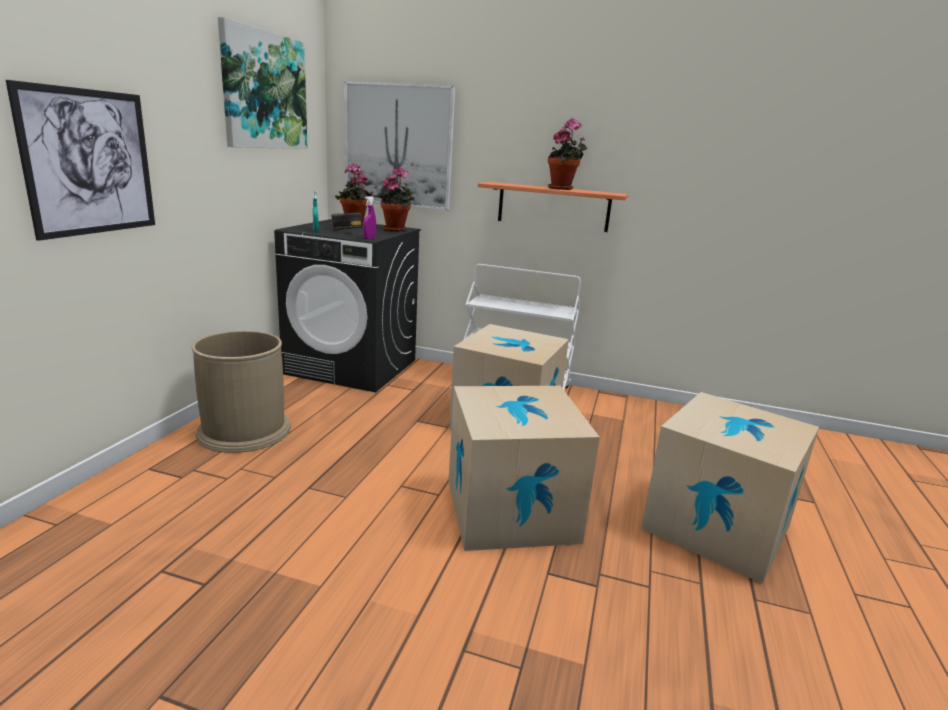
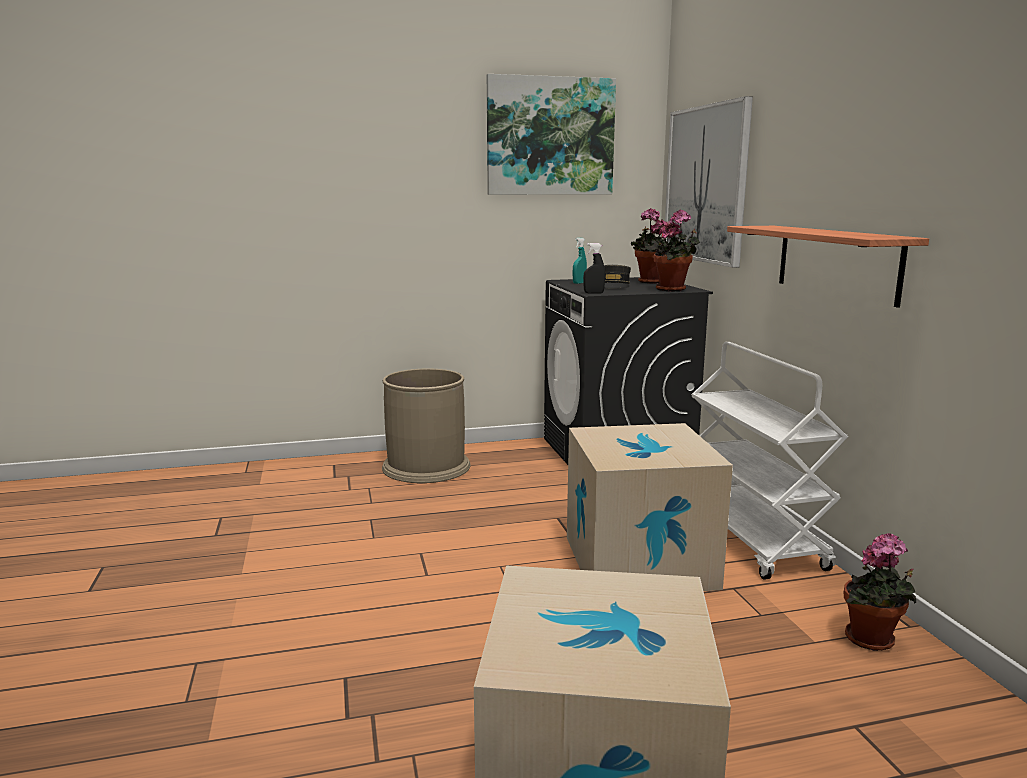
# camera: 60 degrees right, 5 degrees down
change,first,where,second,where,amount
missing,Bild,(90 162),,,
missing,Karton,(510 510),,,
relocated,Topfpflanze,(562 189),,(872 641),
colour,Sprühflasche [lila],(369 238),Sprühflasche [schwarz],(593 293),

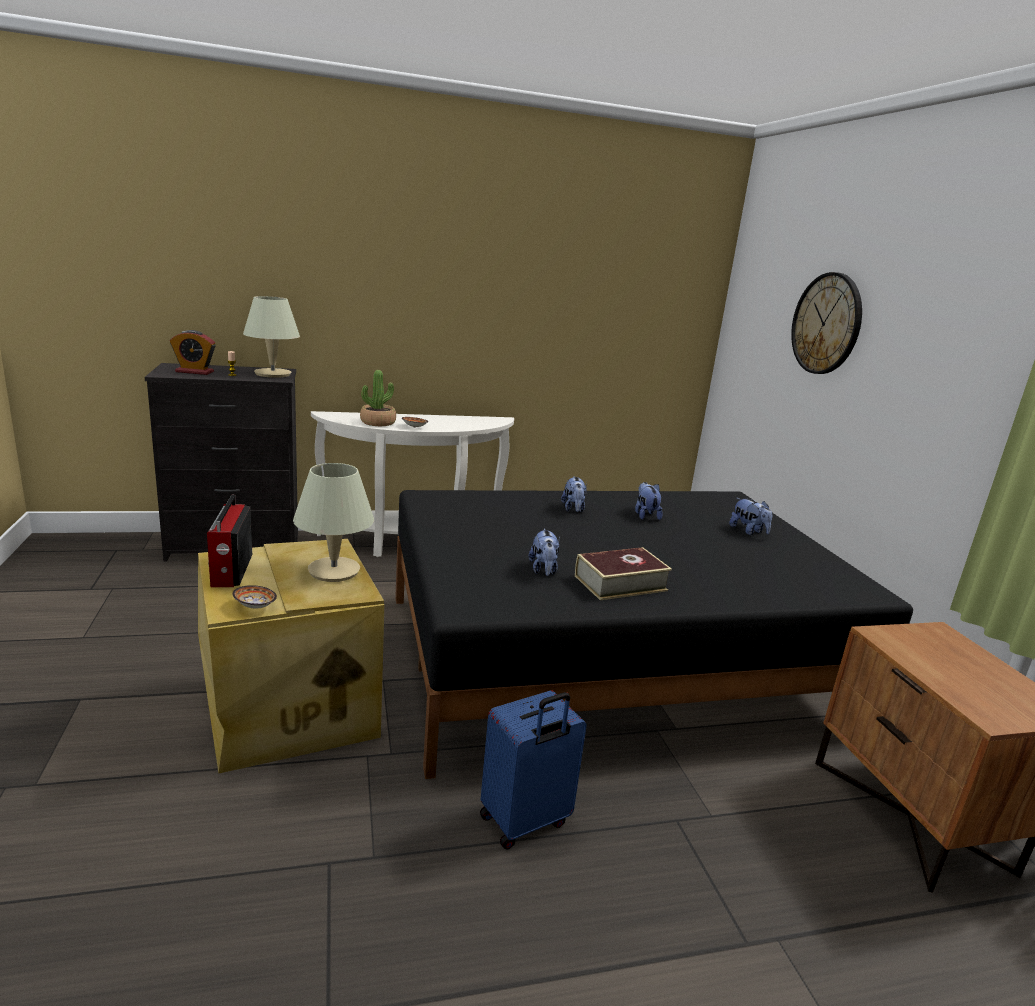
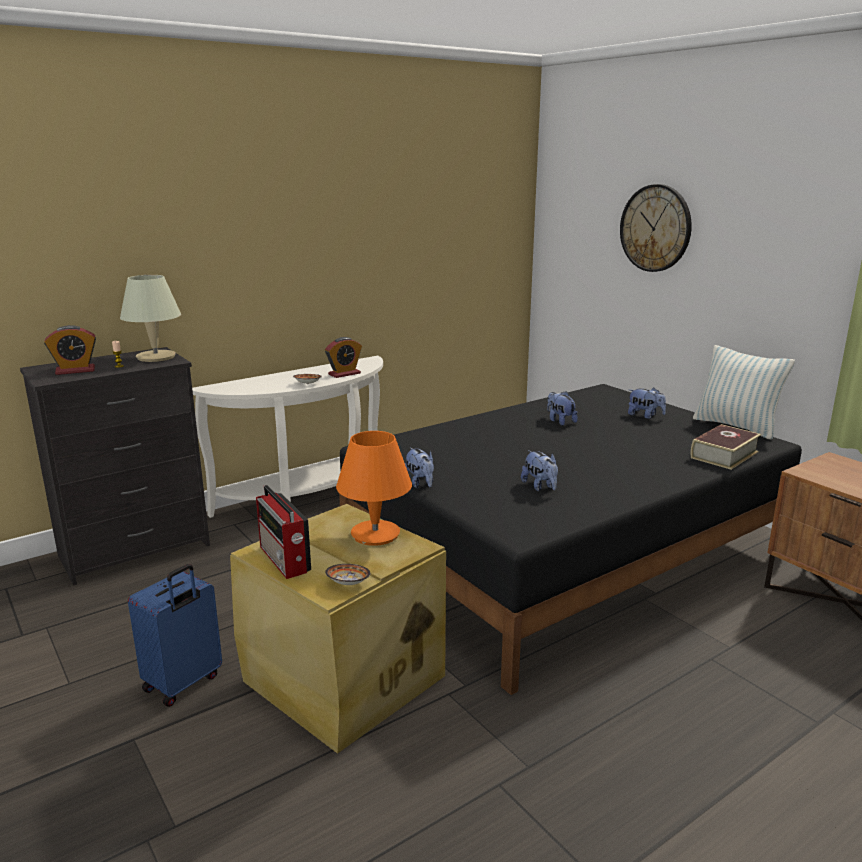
# camera: 20 degrees left, 0 degrees up
change,first,where,second,where,amount
missing,Topfpflanze,(378 422),,,
appeared,,,Wecker,(344 374),
appeared,,,Kissen,(736 426),
relocated,Koffer [blau],(525 821),,(183 683),
relocated,Plüschtier,(573 509),,(420 484),
relocated,Buch,(620 583),,(724 455),
colour,Tischlampe [beige],(334 571),Tischlampe [orange],(376 534),

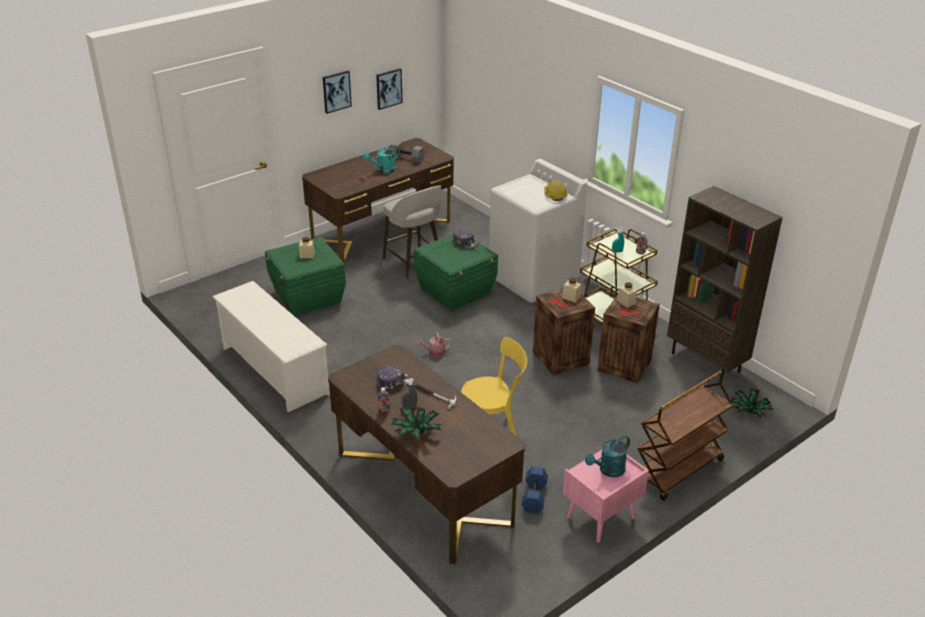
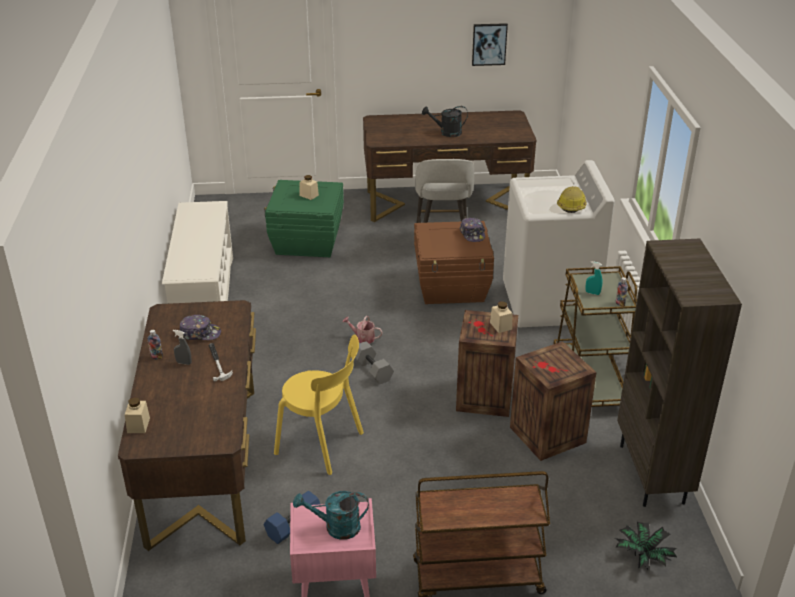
# camera: 35 degrees right, 0 degrees up
change,first,where,second,where,amount
missing,Bild,(336 91),,,
missing,Topfpflanze,(416 433),,,
relocated,Hantel [grau],(406 159),,(372 370),
relocated,Vorratsglas [beige],(626 302),,(138 425),
colour,Gießkanne [türkis],(383 170),Gießkanne [schwarz],(446 133),
colour,Aufbewahrungsbox [grün],(456 291),Aufbewahrungsbox [braun],(452 287),

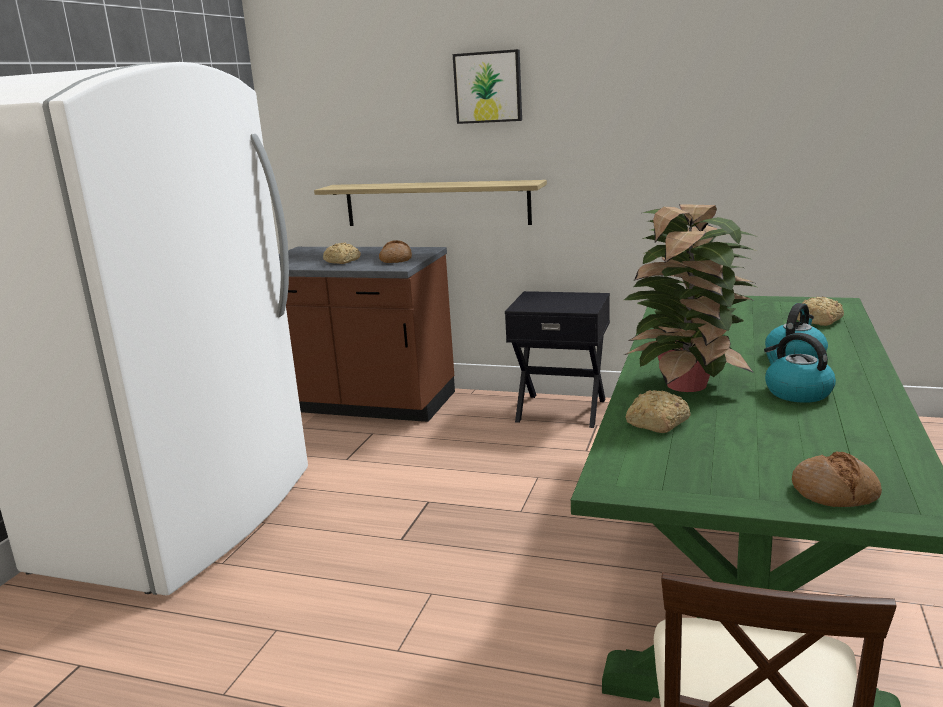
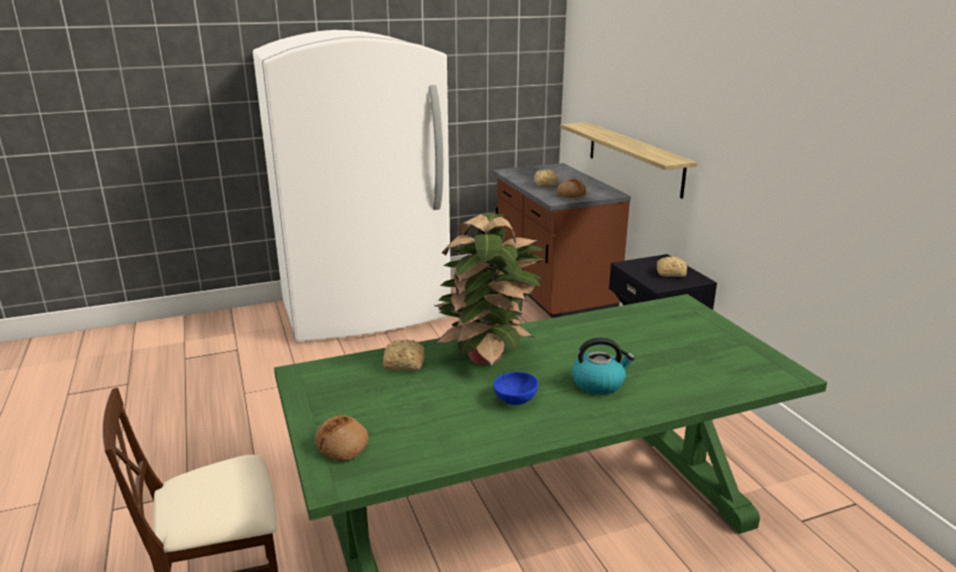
# camera: 50 degrees right, 5 degrees up
change,first,where,second,where,amount
missing,Bild,(488 87),,,
relocated,Brot,(818 321),,(669 273),
exchanged,Wasserkessel,(797 392),Schüssel [blau],(514 399),

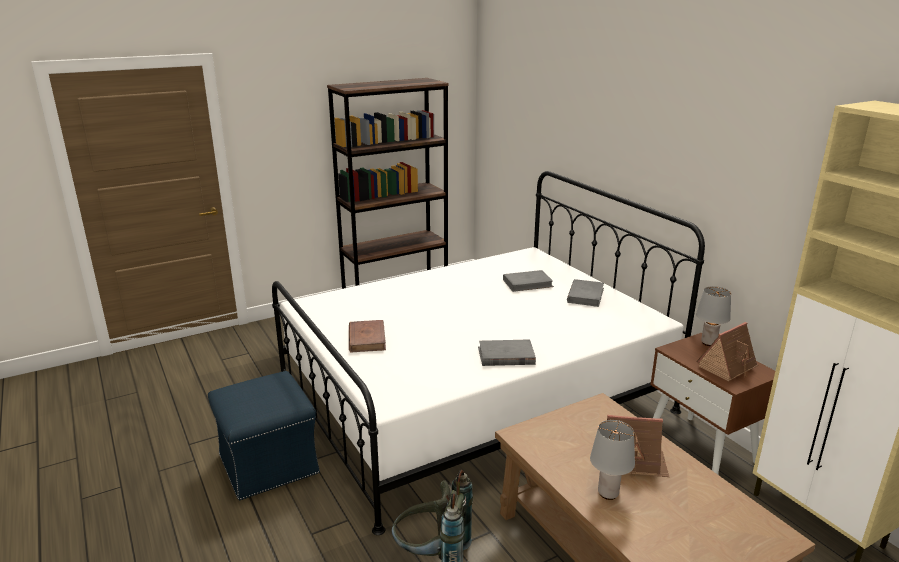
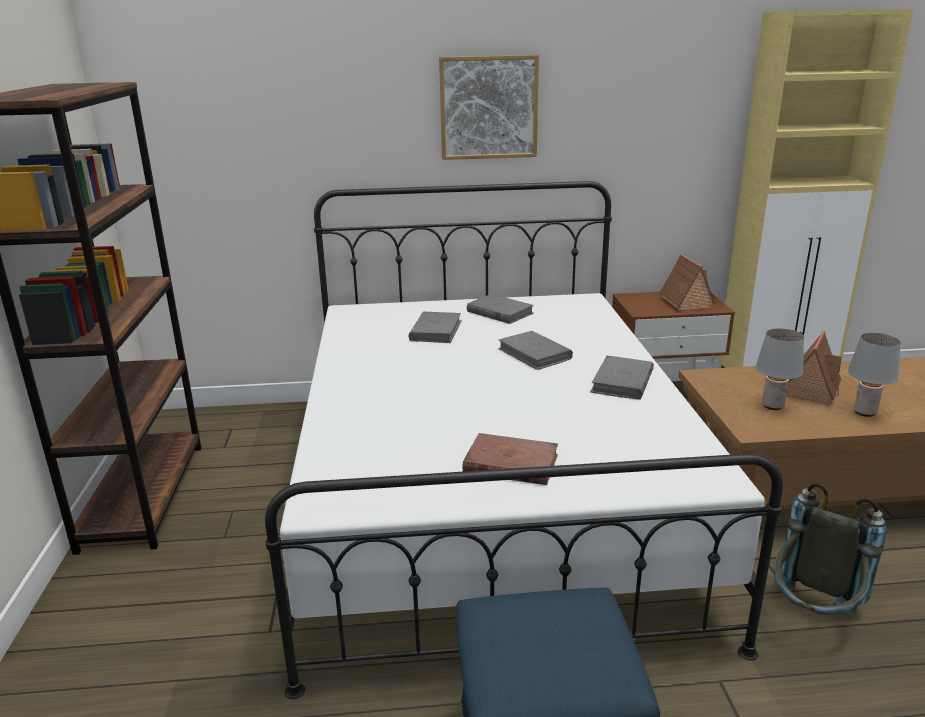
# camera: 65 degrees left, 0 degrees up
change,first,where,second,where,amount
appeared,,,Bild,(488 107),
appeared,,,Buch [grau],(535 354),
relocated,Tischlampe [grau],(709 343),,(773 406),

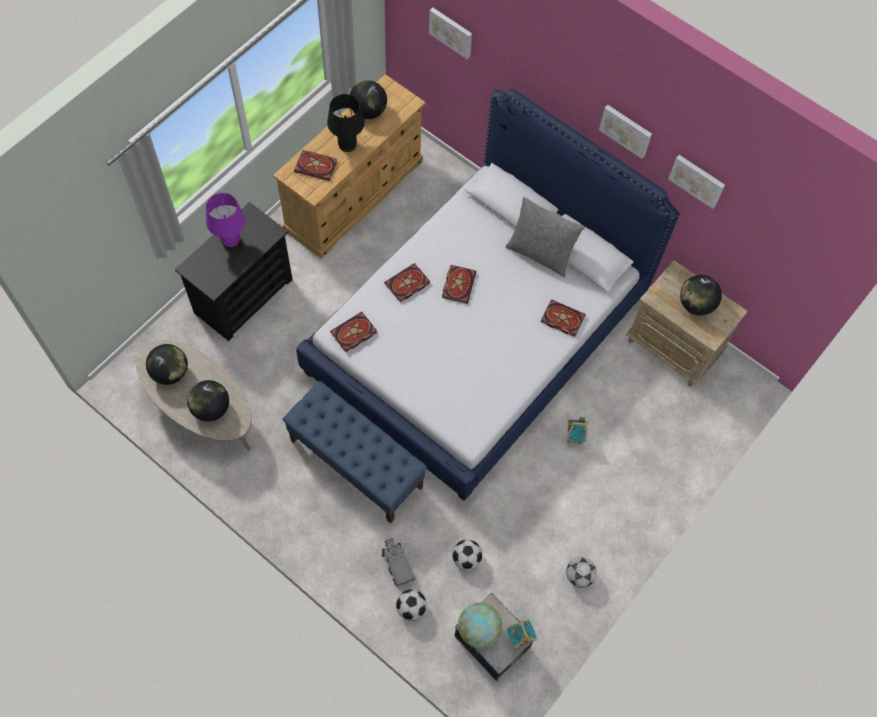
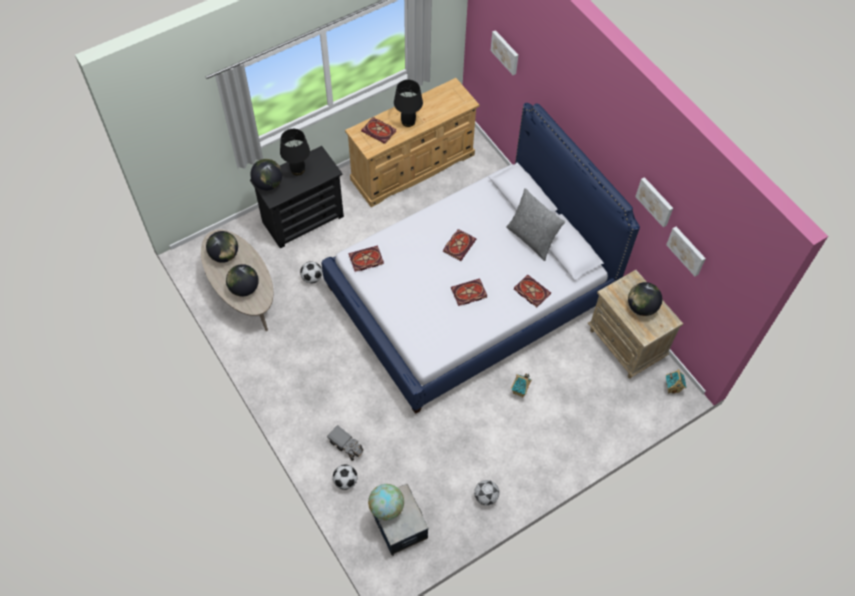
# camera: 20 degrees right, 5 degrees down
change,first,where,second,where,amount
missing,Bank [blau],(356 464),,,
relocated,Globus,(368 111),,(268 184),
relocated,Buch,(407 284),,(468 293),
relocated,Fußball,(466 558),,(312 278),
relocated,Spielzeughaus,(519 637),,(672 388),
relocated,Bild,(626 130),,(687 250),
colour,Tischlampe [lila],(231 241),Tischlampe [schwarz],(298 170),
spun,Spielzeuglaster,(397 565),,(346 446),135 degrees clockwise

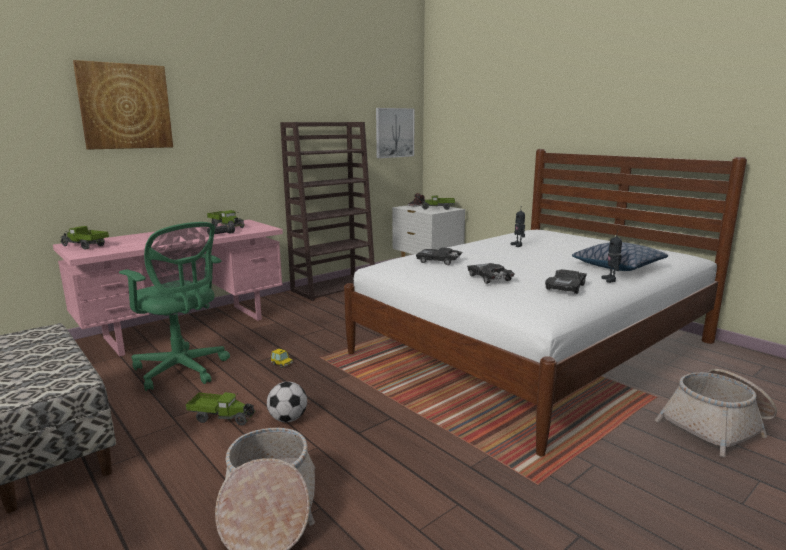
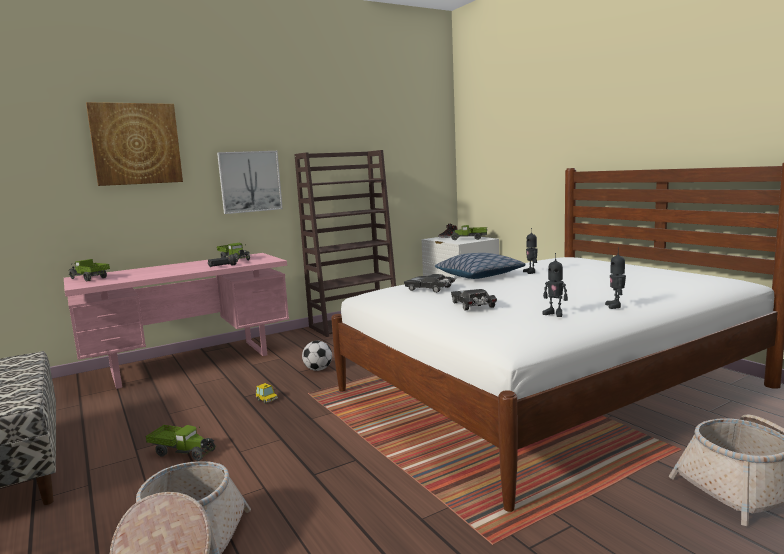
# camera: 10 degrees right, 5 degrees down
change,first,where,second,where,amount
missing,Bürostuhl [grün],(183 370),,,
relocated,Fußball,(288 419),,(318 369),
relocated,Bild,(394 133),,(250 181),
relocated,Kissen,(617 266),,(479 276),
exchanged,Spielzeugauto [schwarz],(566 287),Spielzeugroboter,(554 314),

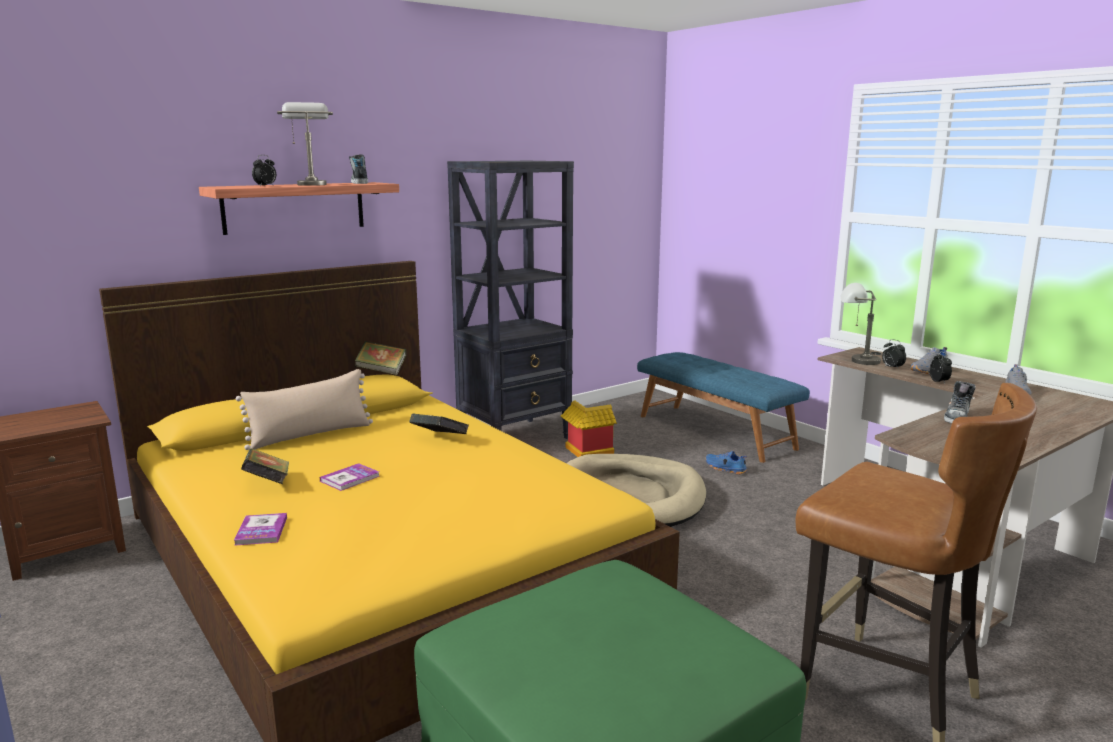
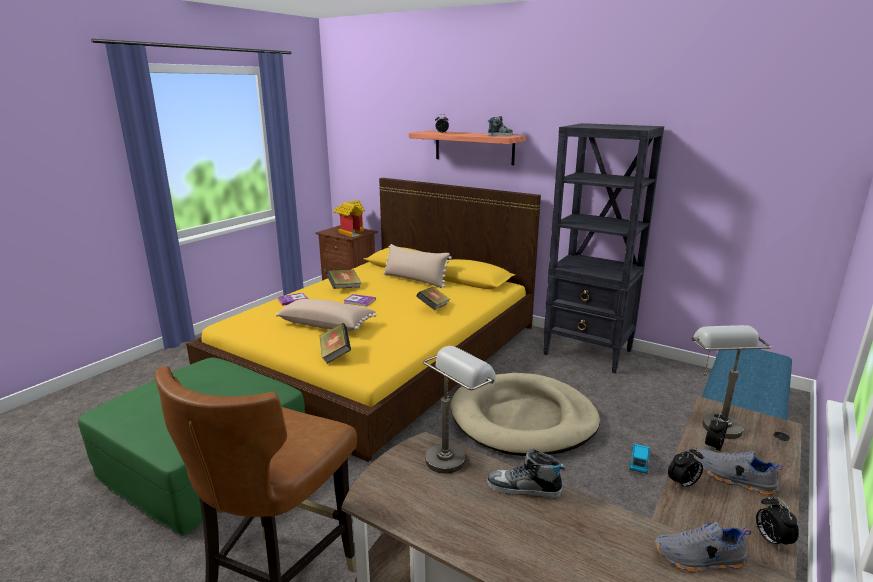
# camera: 70 degrees right, 5 degrees up
change,first,where,second,where,amount
appeared,,,Kissen [beige],(327 325),
appeared,,,Wecker,(771 540),
relocated,Tischlampe [grau],(310 184),,(454 454),
relocated,Buch,(381 371),,(335 354),
relocated,Spielzeughaus,(586 452),,(350 232),
exchanged,Schuh [blau],(725 469),Spielzeugauto [blau],(639 462),

